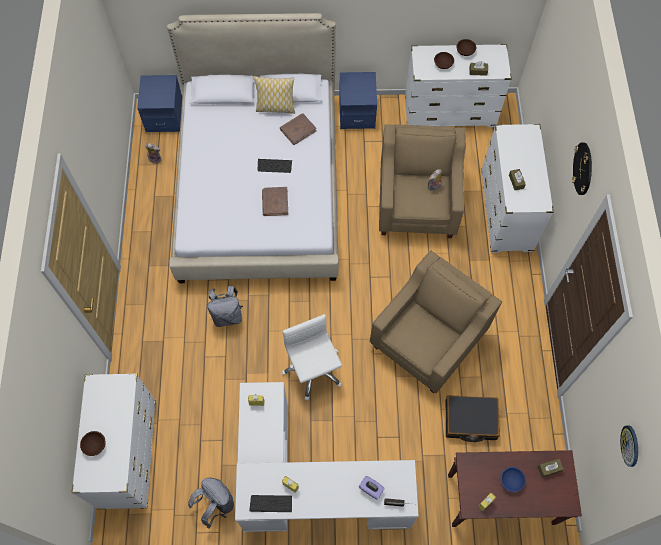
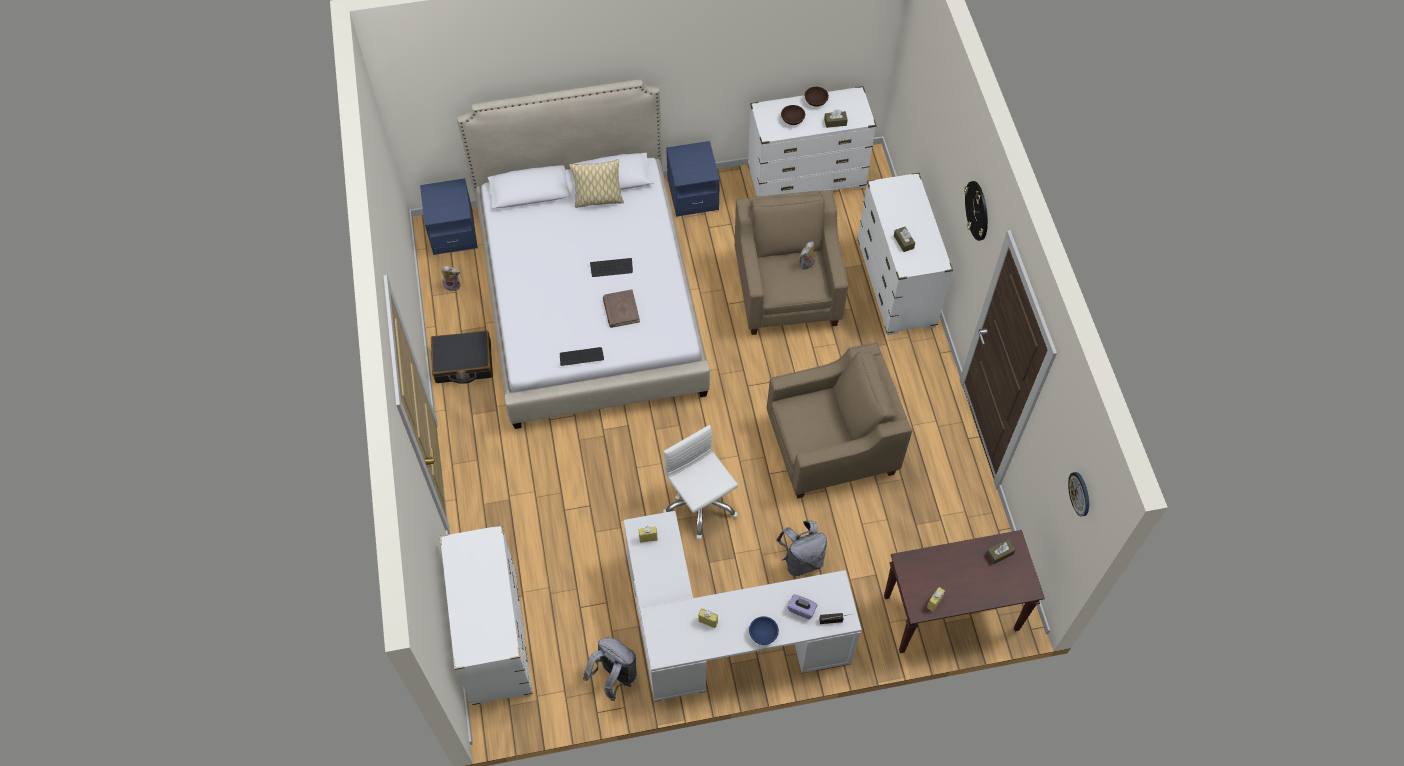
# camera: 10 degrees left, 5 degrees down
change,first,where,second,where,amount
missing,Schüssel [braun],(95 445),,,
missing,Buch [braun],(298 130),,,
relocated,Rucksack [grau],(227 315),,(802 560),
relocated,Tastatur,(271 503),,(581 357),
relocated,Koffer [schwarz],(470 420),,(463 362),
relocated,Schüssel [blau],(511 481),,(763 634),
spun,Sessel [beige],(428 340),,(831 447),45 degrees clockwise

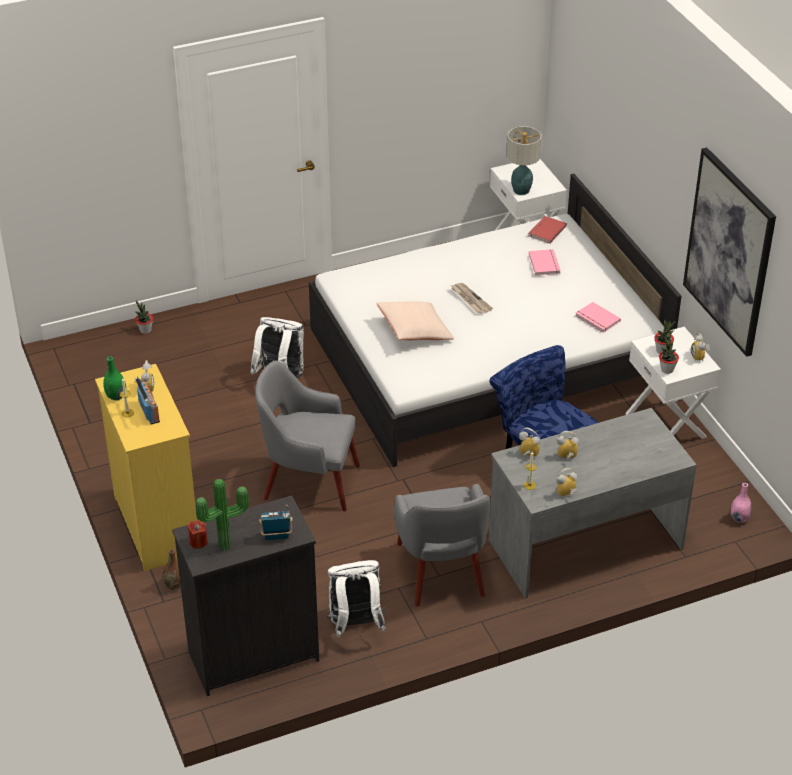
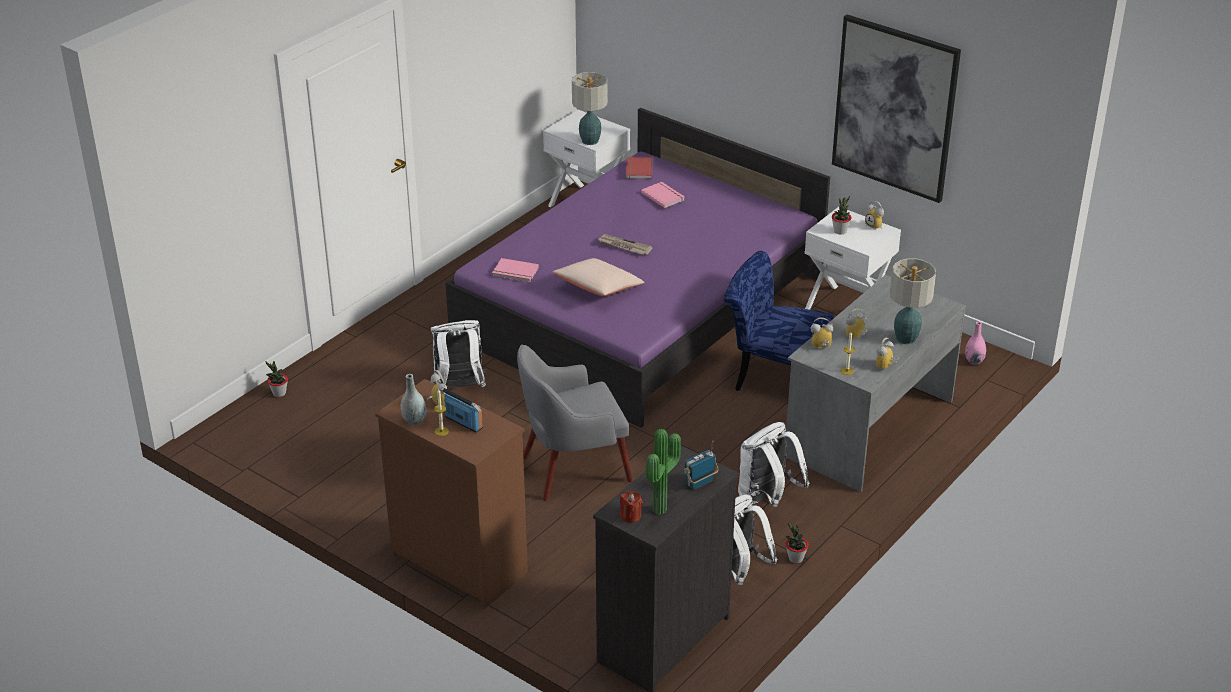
# camera: 30 degrees left, 5 degrees down
change,first,where,second,where,amount
missing,Vase [braun],(174 585),,,
appeared,,,Tischlampe,(906 339),
relocated,Buch [rosa],(597 319),,(515 272),
relocated,Topfpflanze,(667 369),,(795 558),
exchanged,Sessel [grau],(441 572),Rucksack [weiß],(767 499),
colour,Kommode [gelb],(157 525),Kommode [braun],(459 563),
colour,Vase [grün],(116 396),Vase [grau],(414 421),
colour,Bett [weiß],(486 358),Bett [lila],(639 307),

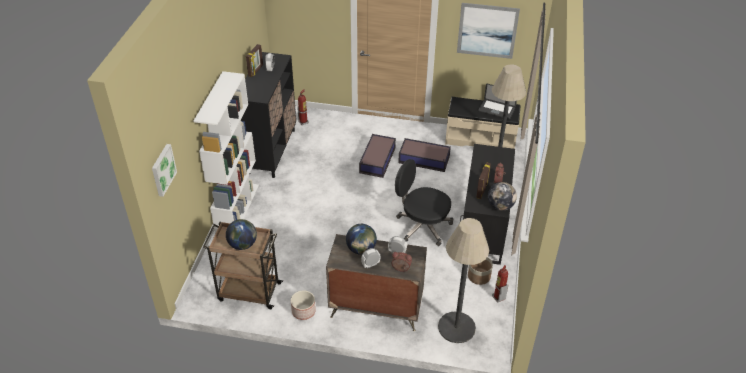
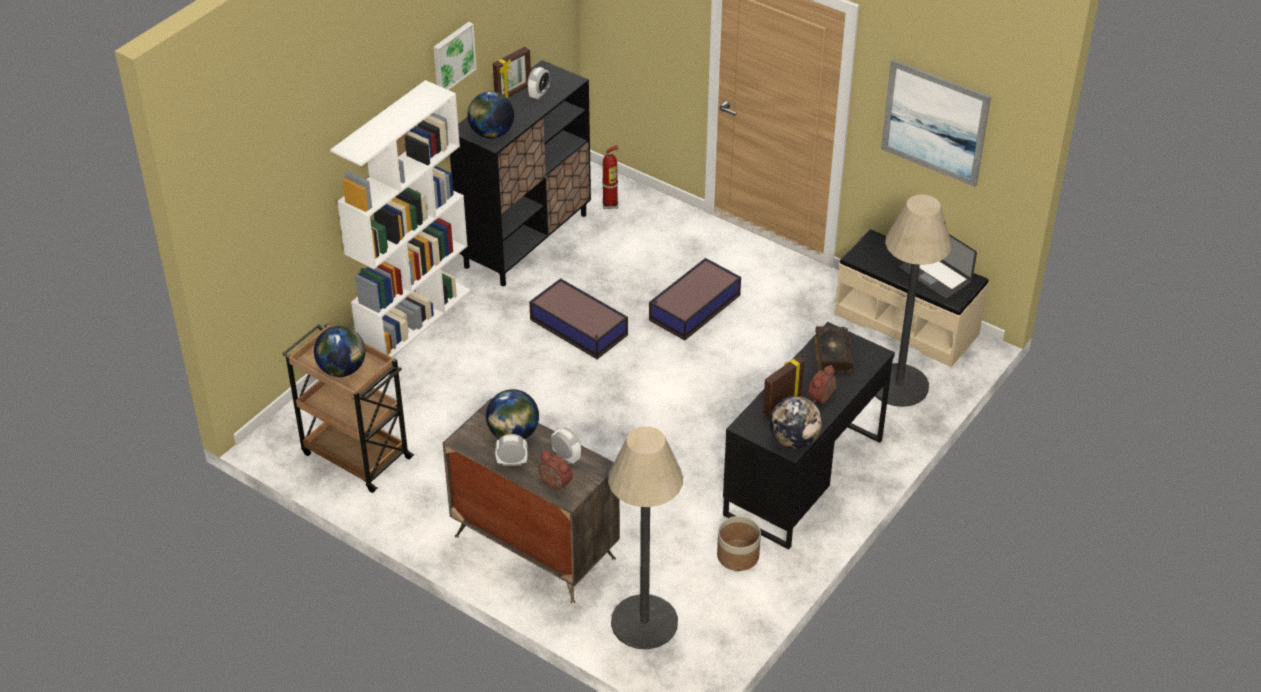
# camera: 25 degrees right, 0 degrees up
change,first,where,second,where,amount
missing,Pflanzkübel,(303 311),,,
missing,Bürostuhl [schwarz],(422 226),,,
missing,Feuerlöscher,(498 297),,,
appeared,,,Globus,(491 133),
appeared,,,Buch,(831 355),
relocated,Bild,(162 169),,(452 57),
relocated,Aufbewahrungsbox,(424 160),,(579 328),

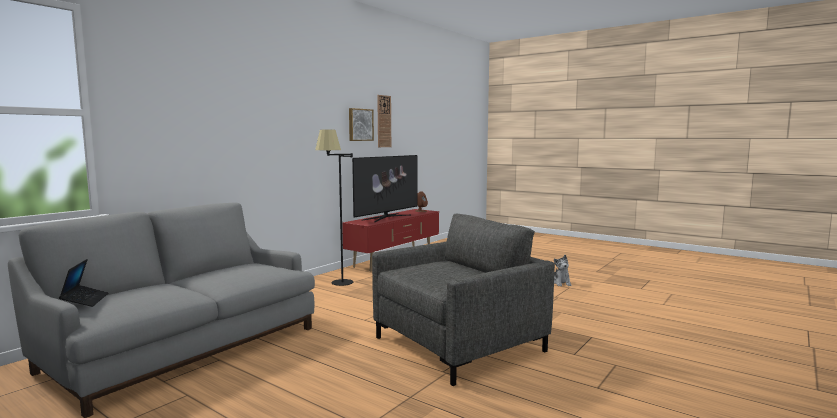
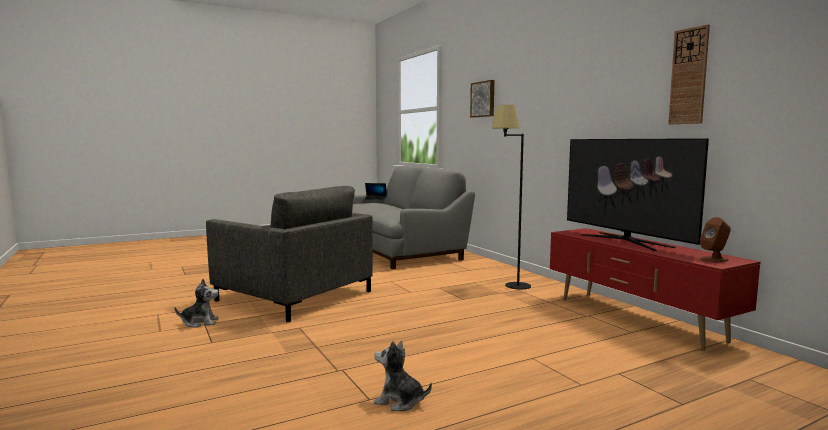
# camera: 115 degrees right, 0 degrees up
change,first,where,second,where,amount
appeared,,,Plüschtier,(200 322),
relocated,Bild,(360 124),,(483 99),
spun,Sessel [grau],(459 345),,(294 296),45 degrees counterclockwise

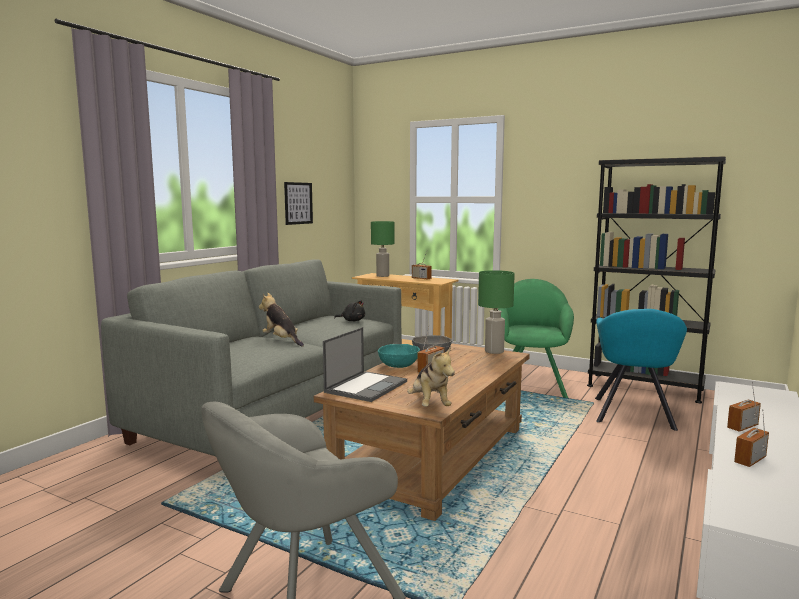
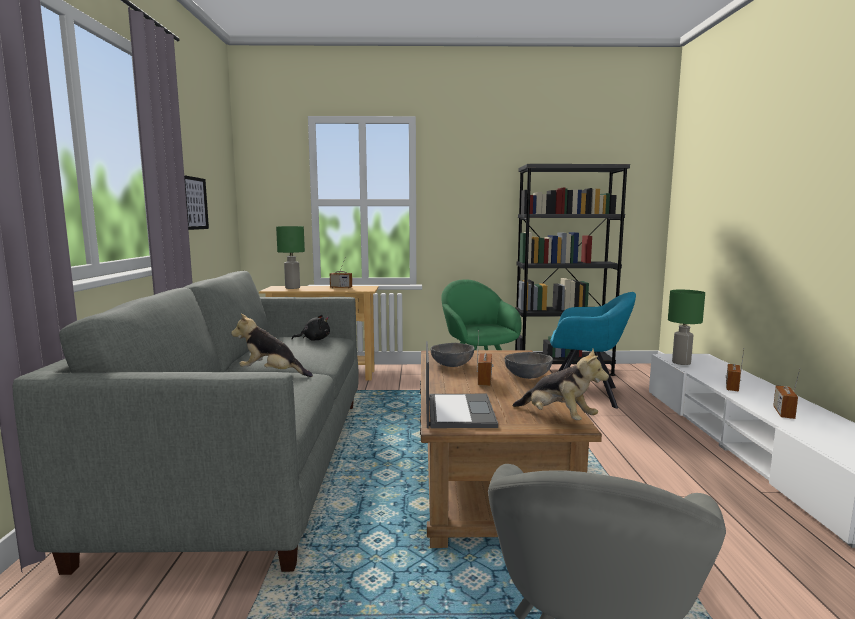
# camera: 30 degrees left, 0 degrees up
change,first,where,second,where,amount
missing,Schüssel [türkis],(399 365),,,
appeared,,,Schüssel [grau],(528 376),
relocated,Tischlampe [grün],(494 351),,(681 363),
spun,Sessel [türkis],(633 414),,(586 394),60 degrees counterclockwise

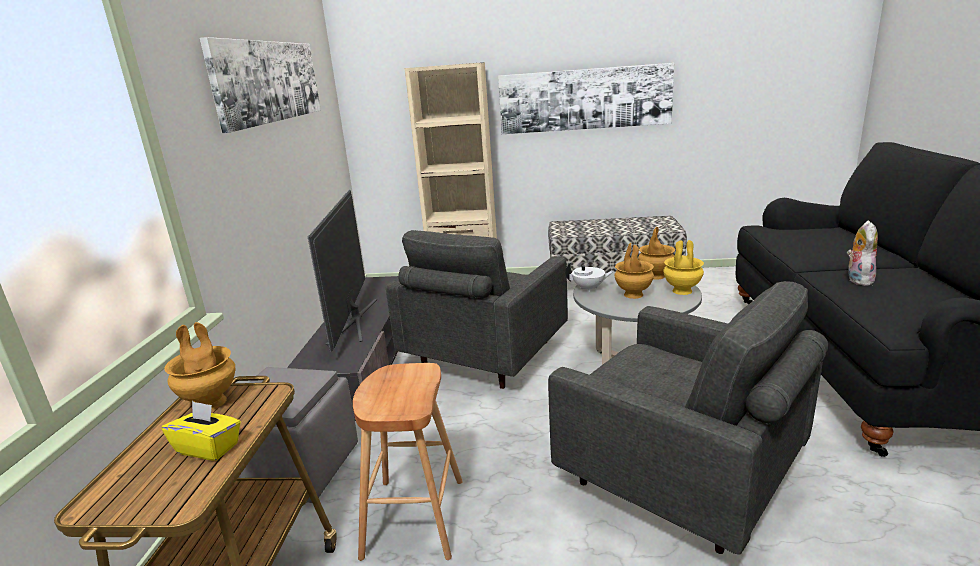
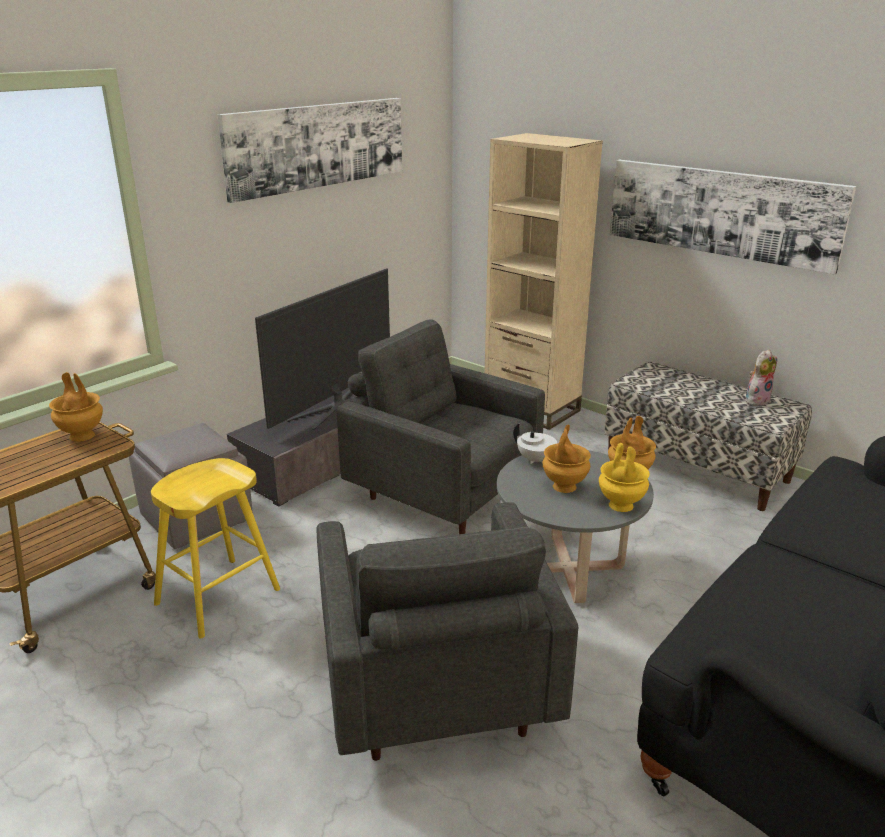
# camera: 35 degrees right, 5 degrees up
change,first,where,second,where,amount
missing,Taschentuchbox [gelb],(209 448),,,
relocated,Plüschtier,(857 279),,(756 400),
colour,Hocker [braun],(414 518),Hocker [gelb],(217 597),
spun,Sessel [grau],(484 356),,(442 492),60 degrees clockwise

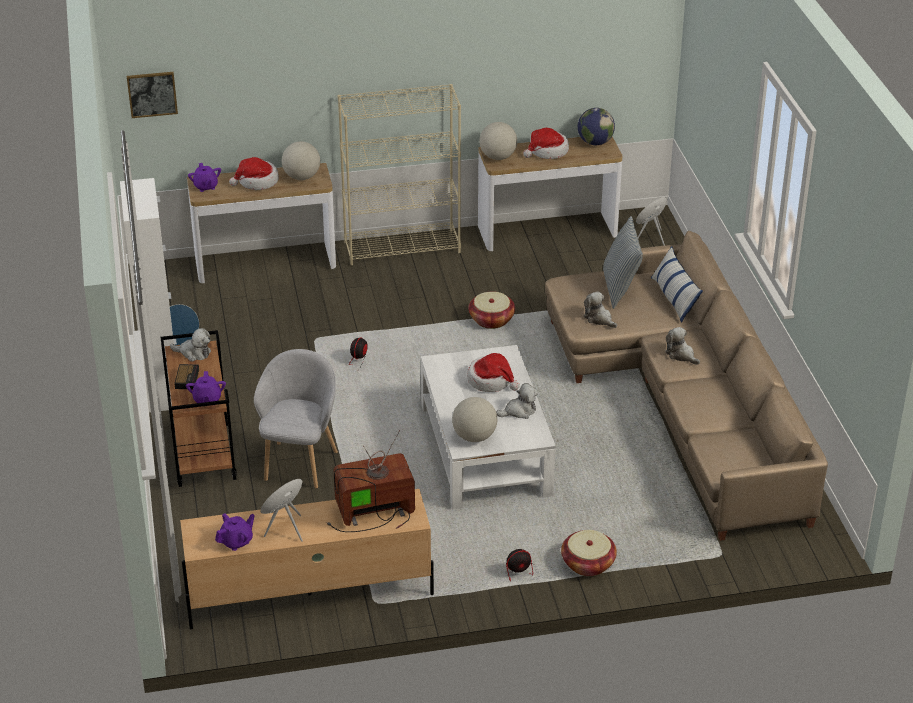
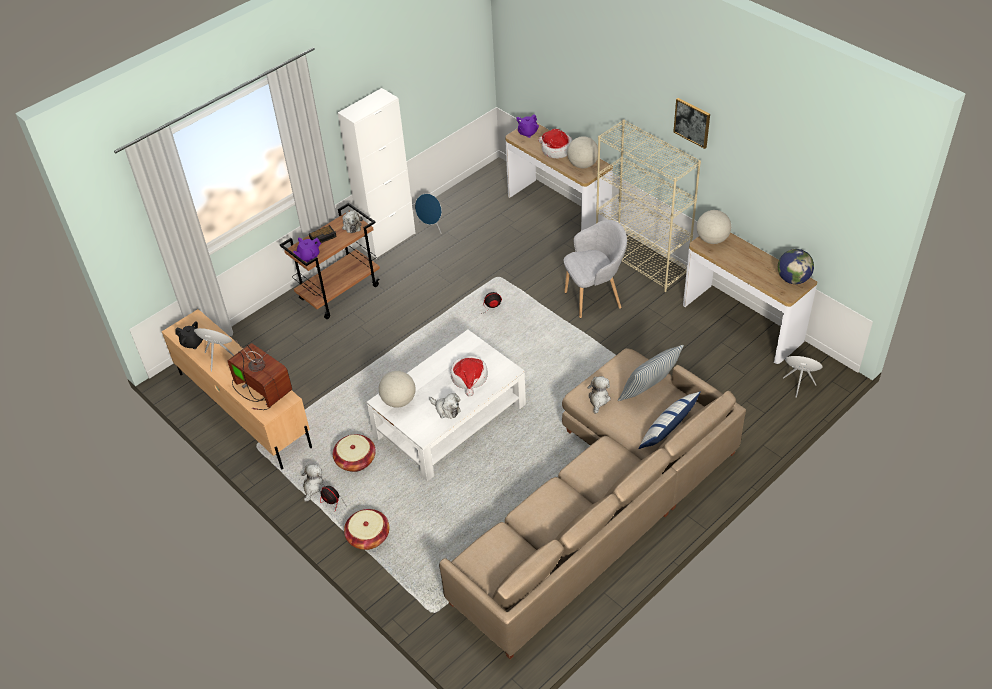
# camera: 60 degrees right, 10 degrees up
change,first,where,second,where,amount
missing,Hut,(547 151),,,
relocated,Bild,(152 94),,(692 122),
relocated,Sessel [grau],(300 463),,(594 298),
relocated,Korb,(491 320),,(355 460),
relocated,Plüschtier,(681 355),,(313 486),
colour,Teekanne [lila],(236 541),Teekanne [schwarz],(193 343),

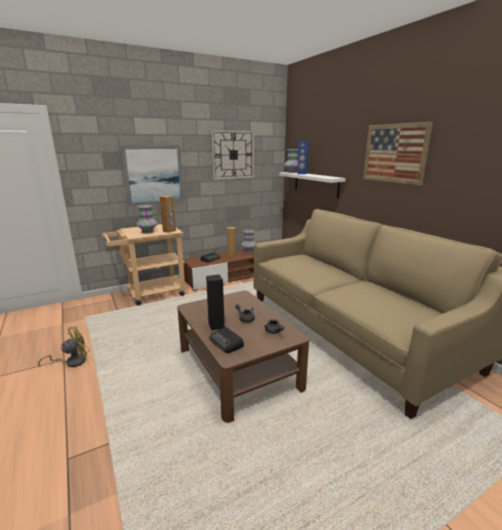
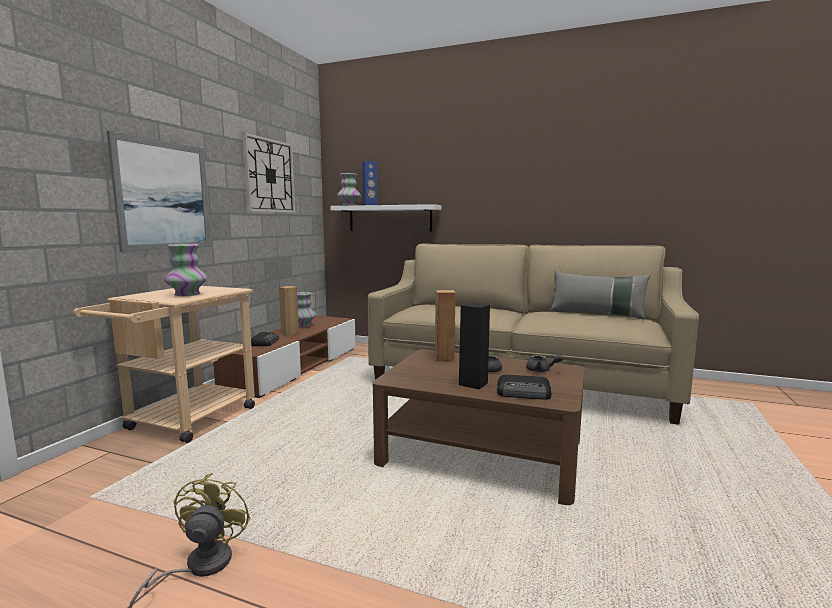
# camera: 40 degrees left, 10 degrees down
change,first,where,second,where,amount
missing,Bild,(394 153),,,
appeared,,,Kissen [grau],(597 314),
relocated,Lautsprecher [braun],(169 231),,(444 358),

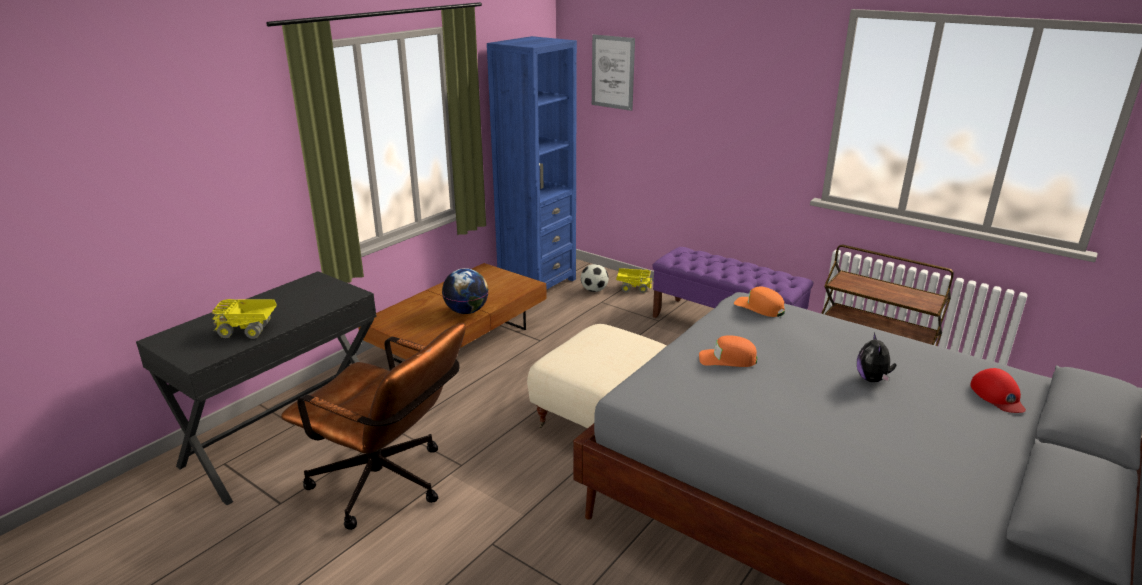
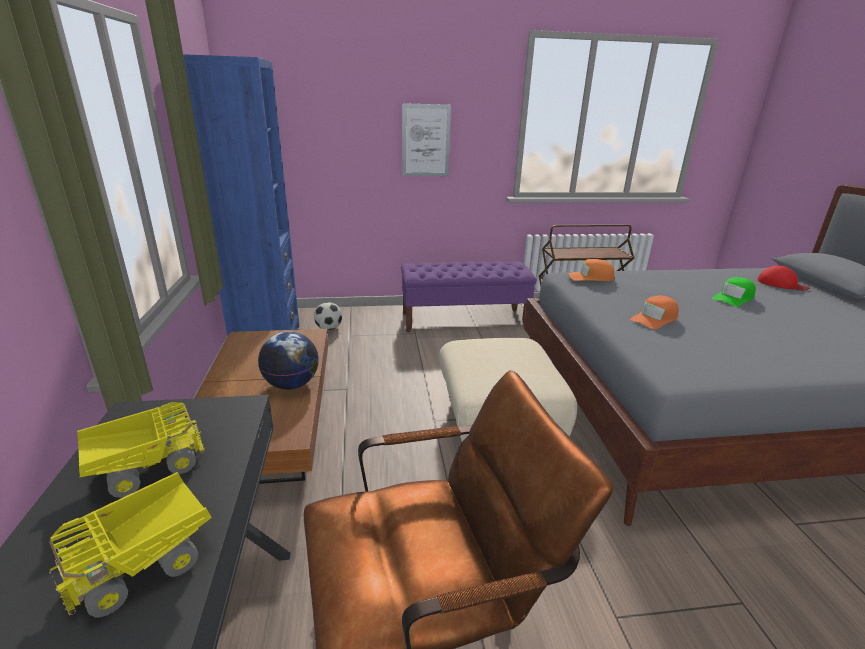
# camera: 45 degrees left, 0 degrees up
change,first,where,second,where,amount
relocated,Bild,(613 72),,(426 140),
relocated,Spielzeuglaster,(632 288),,(145 469),
exchanged,Plüschtier,(872 379),Kappe [grün],(733 298),

